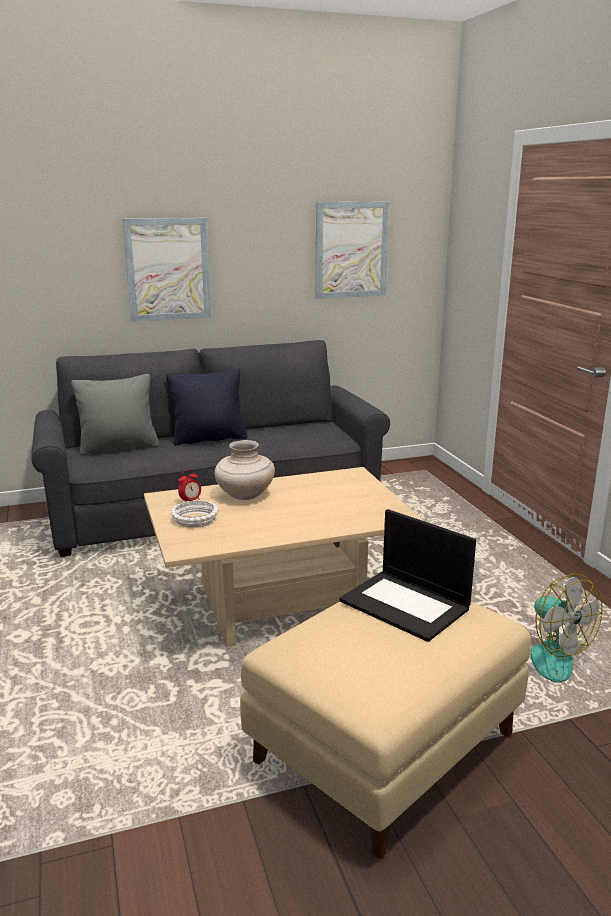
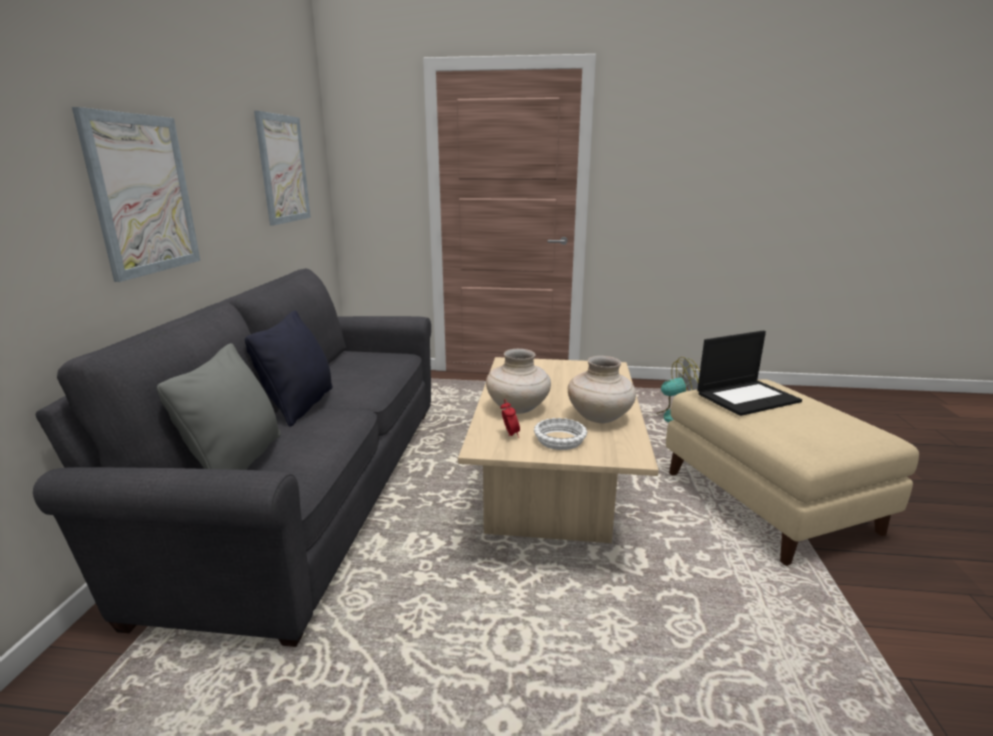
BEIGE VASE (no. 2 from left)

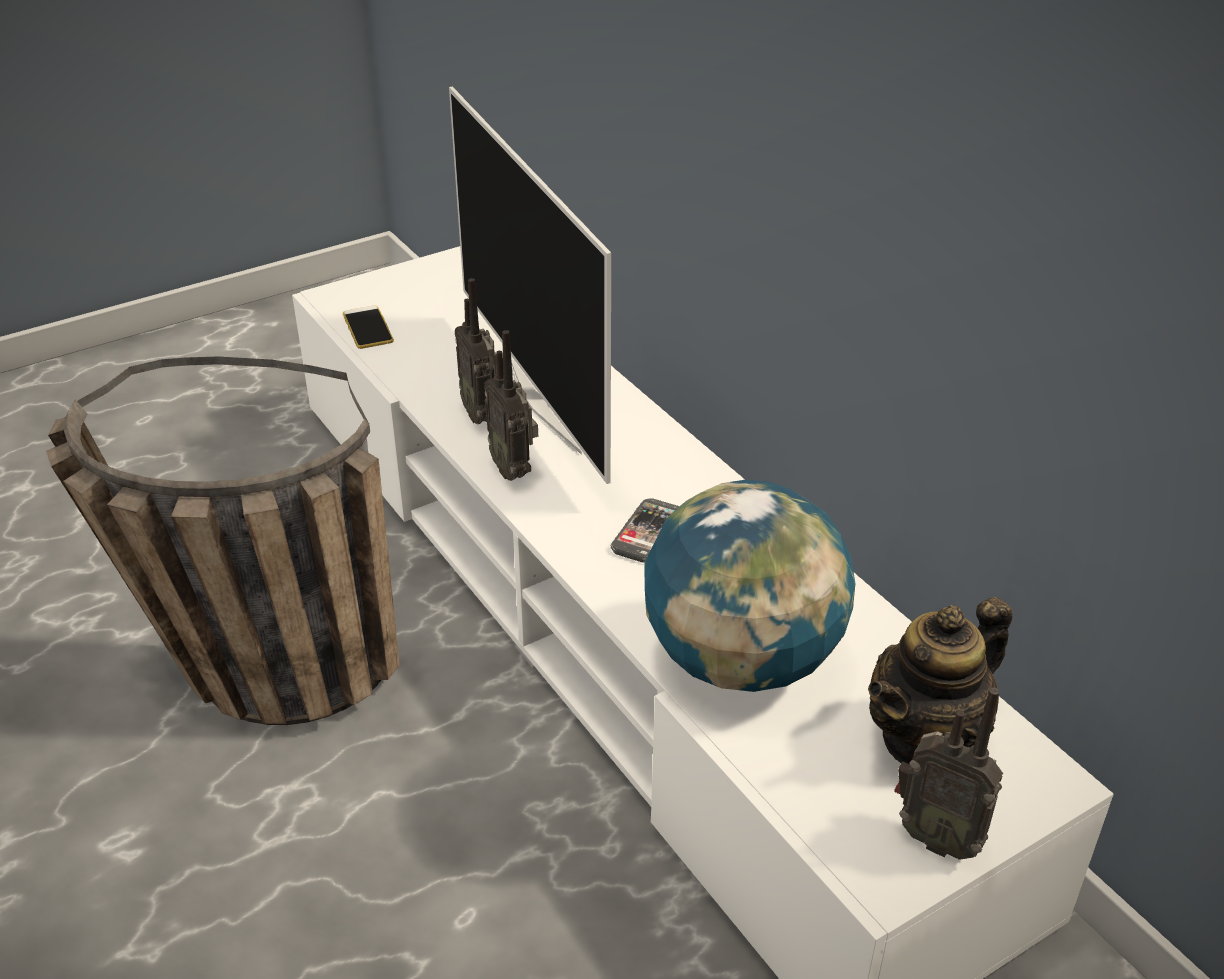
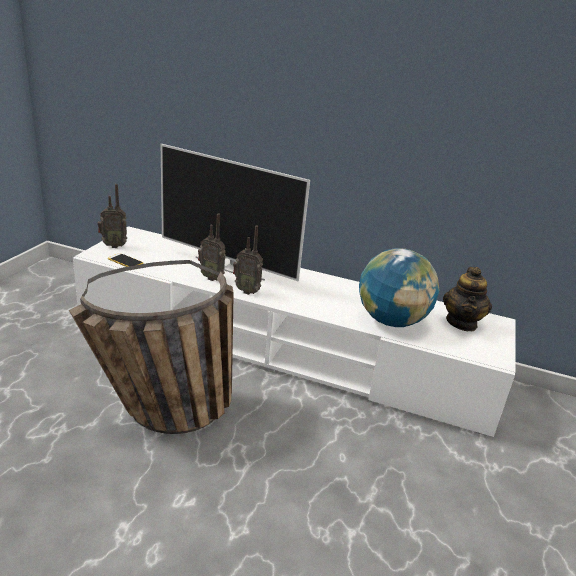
PHONE (no. 2 from left in the first image); RADIO (no. 1 from left)

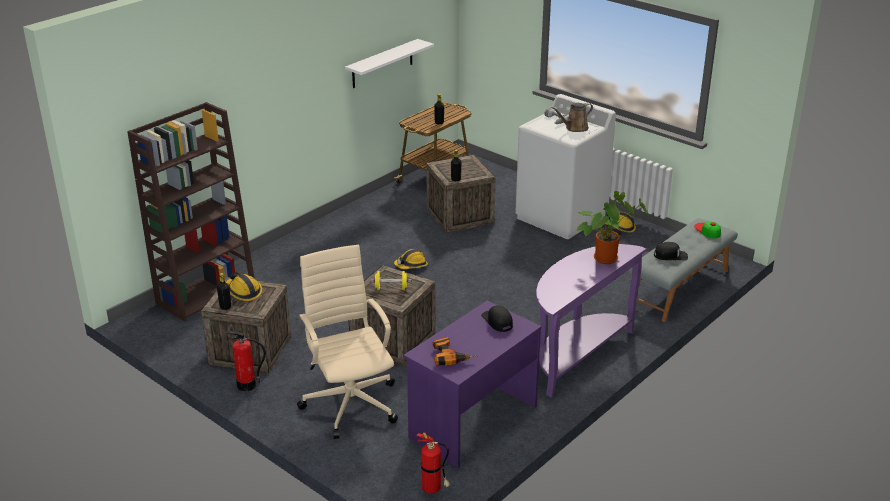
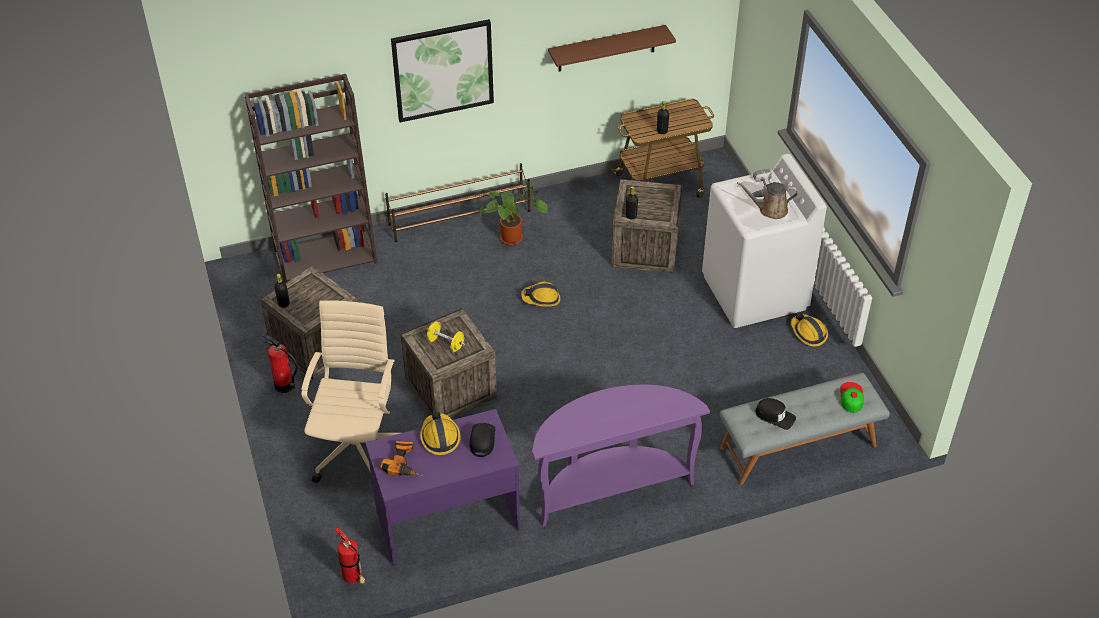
BROWN SHELF; POTTED PLANT; HARD HAT (no. 1 from left); PICTURE; BROWN SHOE RACK

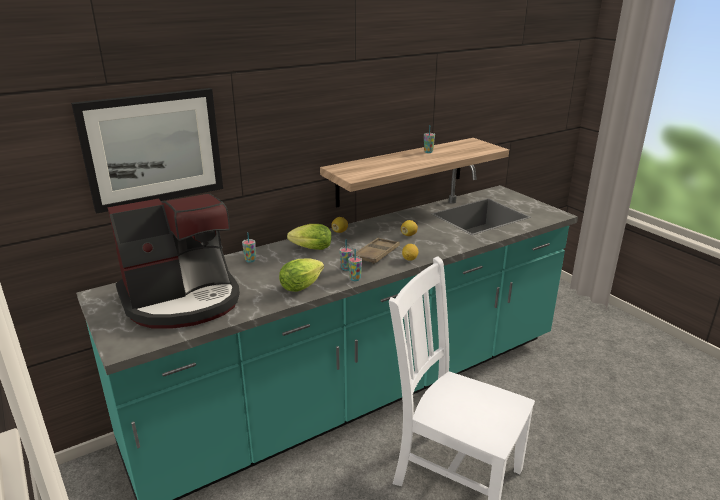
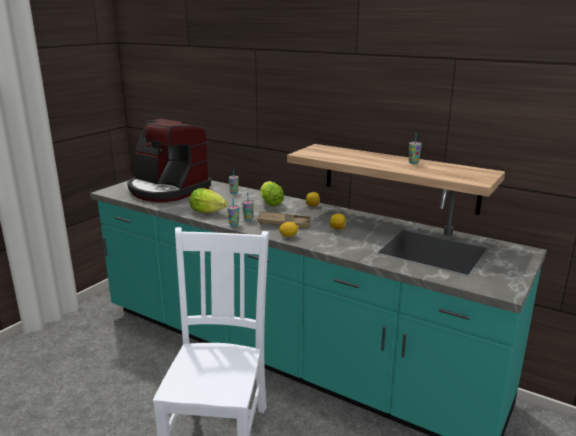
PICTURE

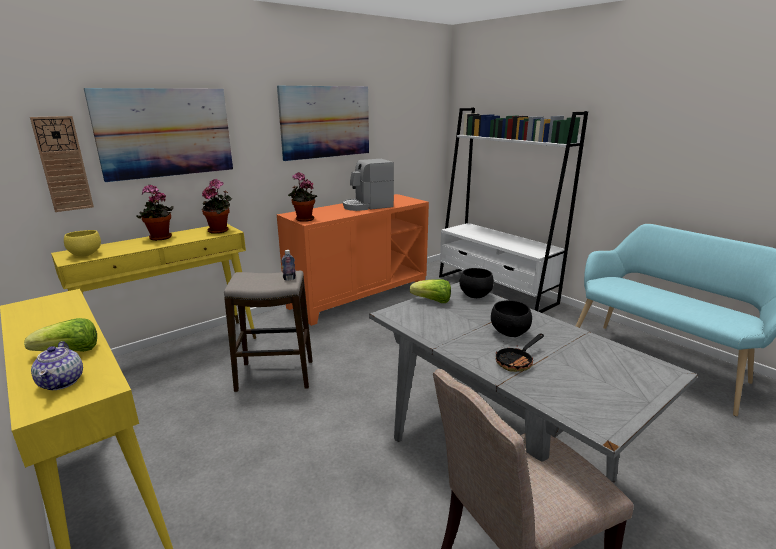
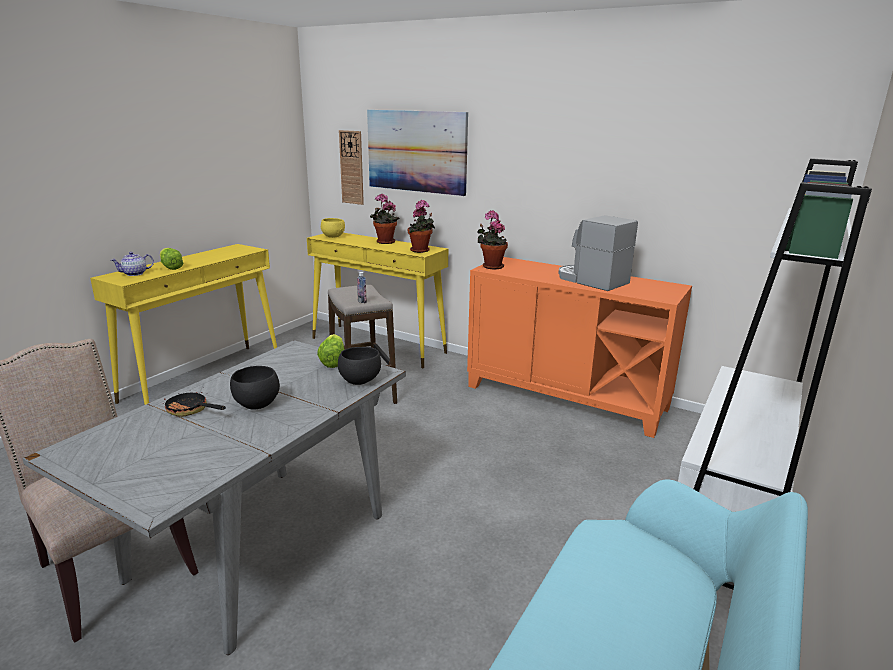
PICTURE (no. 2 from left in the first image)

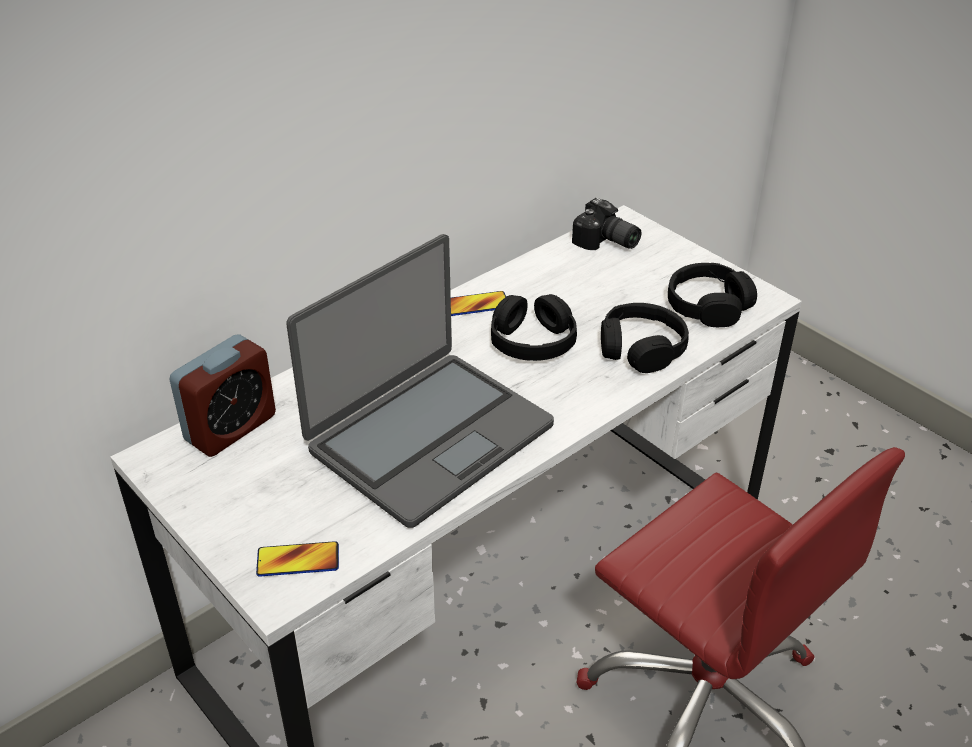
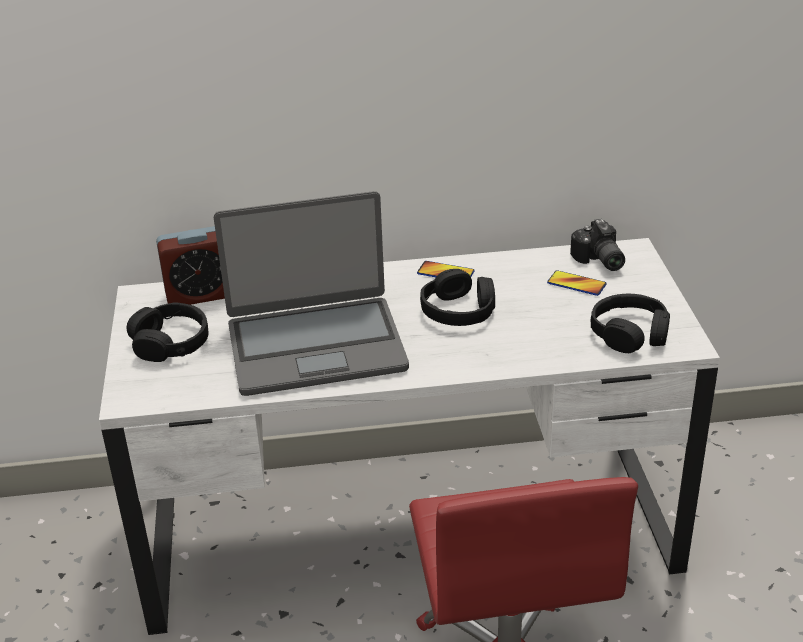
BLACK HEADPHONES (no. 1 from left); PHONE (no. 2 from left)

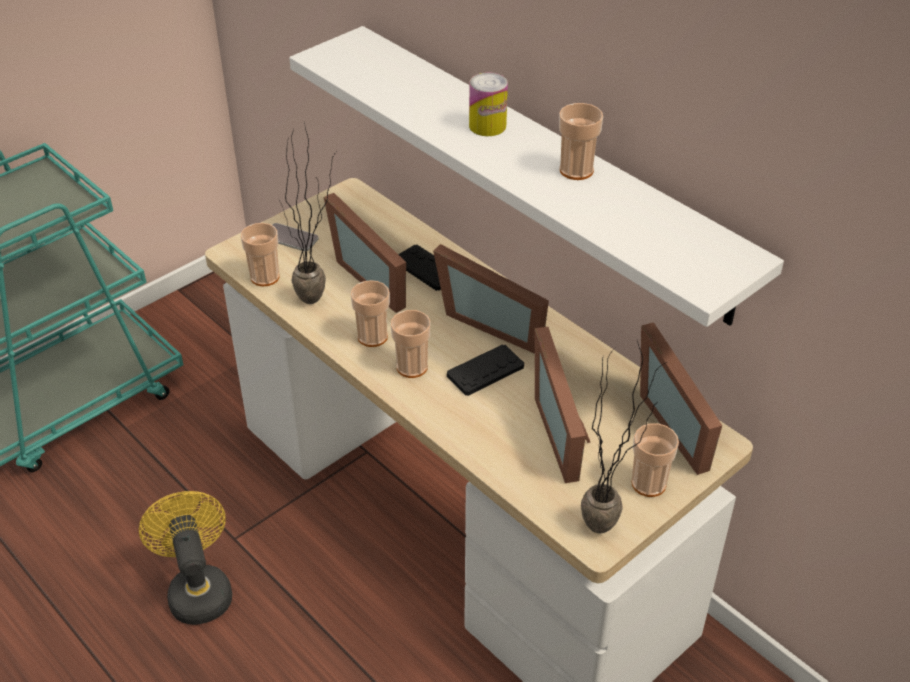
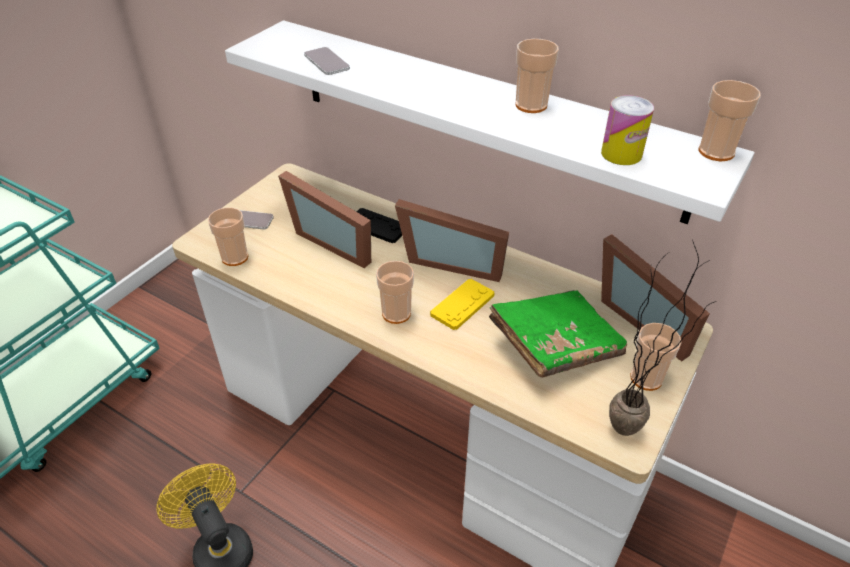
CAN; POTTED PLANT (no. 1 from left in the first image); CUP (no. 5 from left); GREEN BOOK; YELLOW GAME CONTROLLER; PHONE (no. 2 from left)

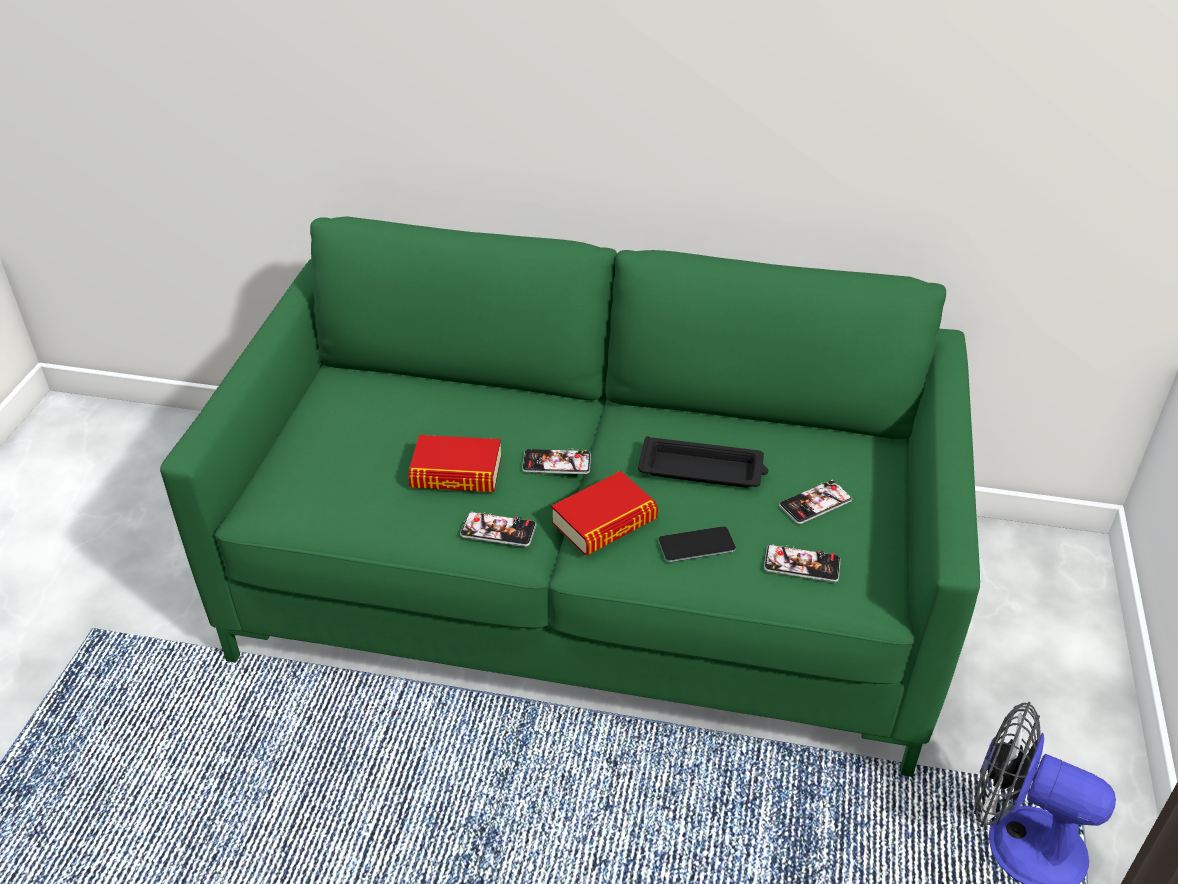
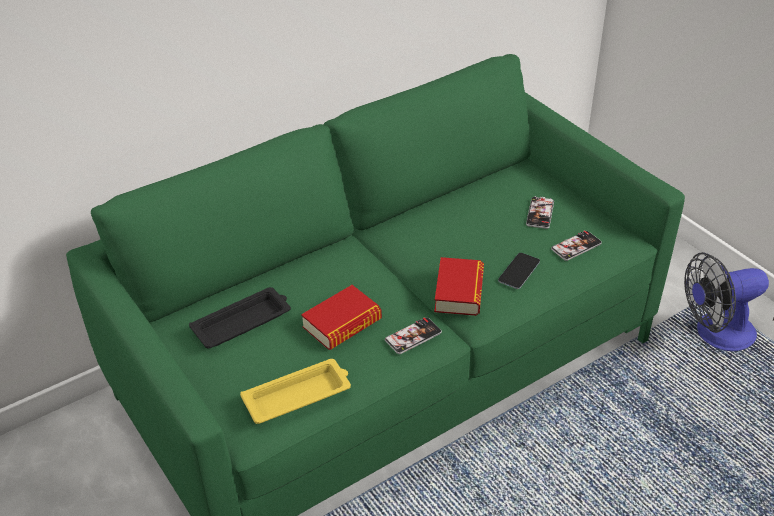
BLACK TRAY; PHONE (no. 2 from left in the first image); YELLOW TRAY

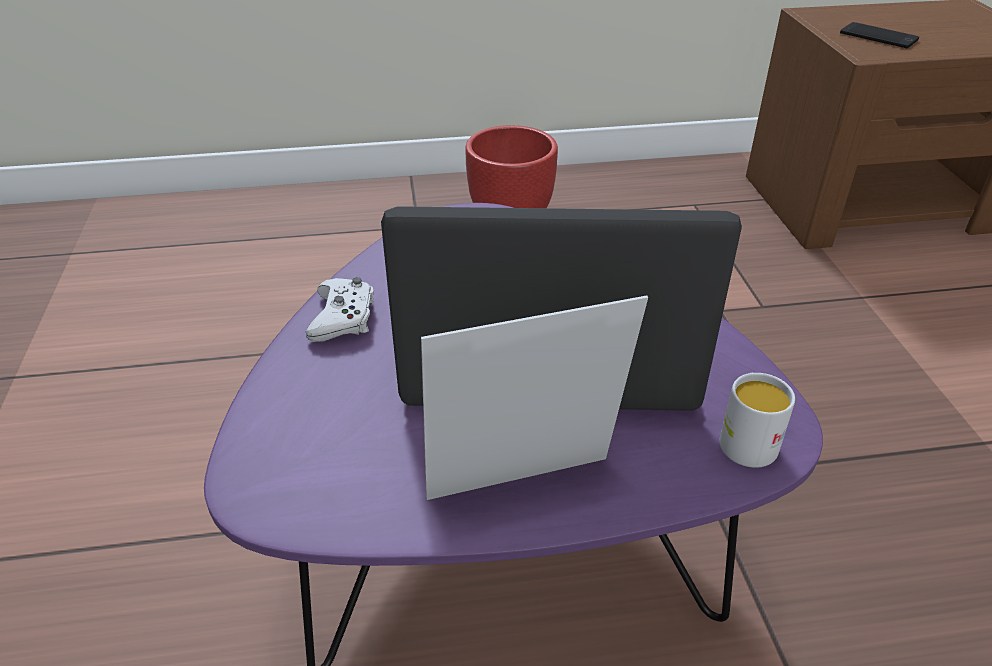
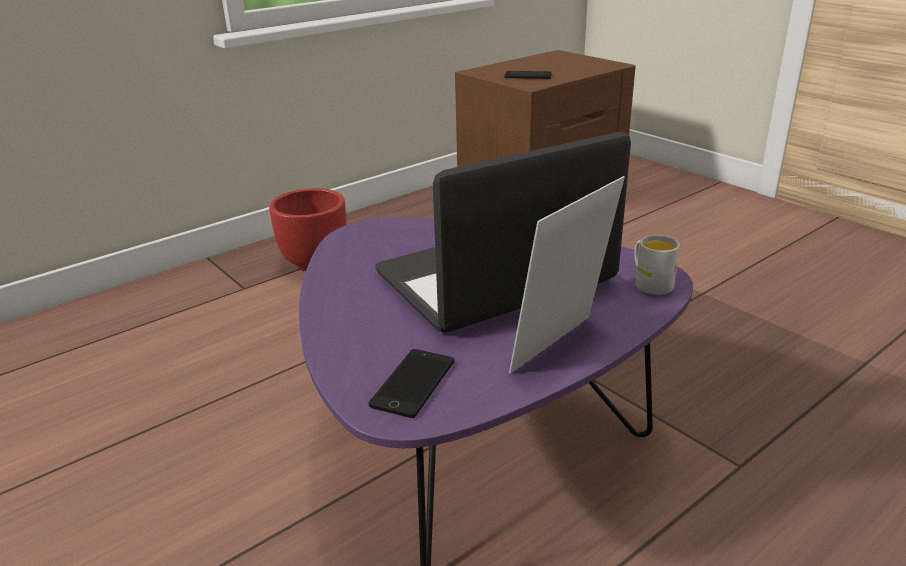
WHITE GAME CONTROLLER; PHONE (no. 1 from left)

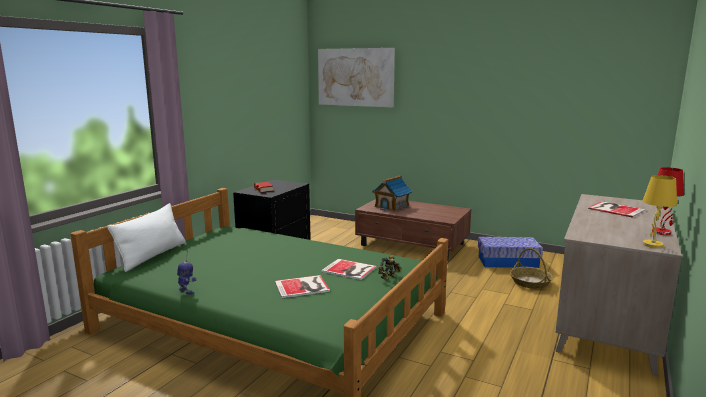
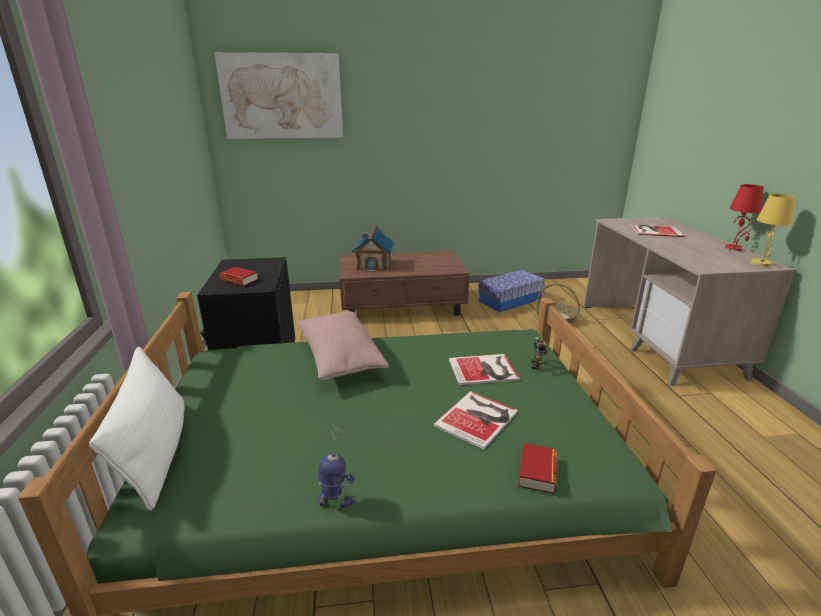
PINK PILLOW; BOOK (no. 4 from left)

